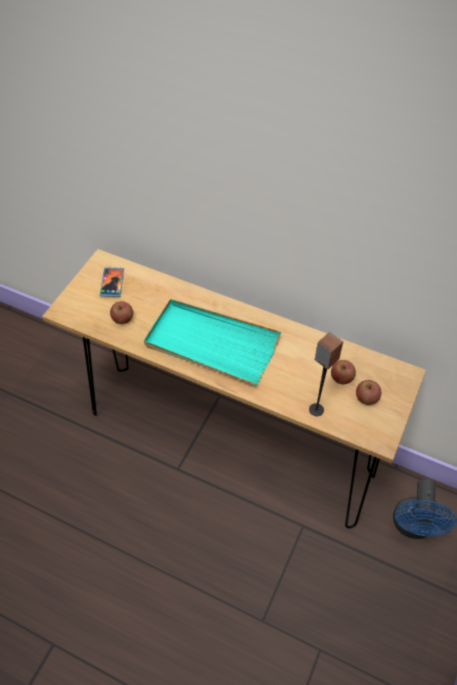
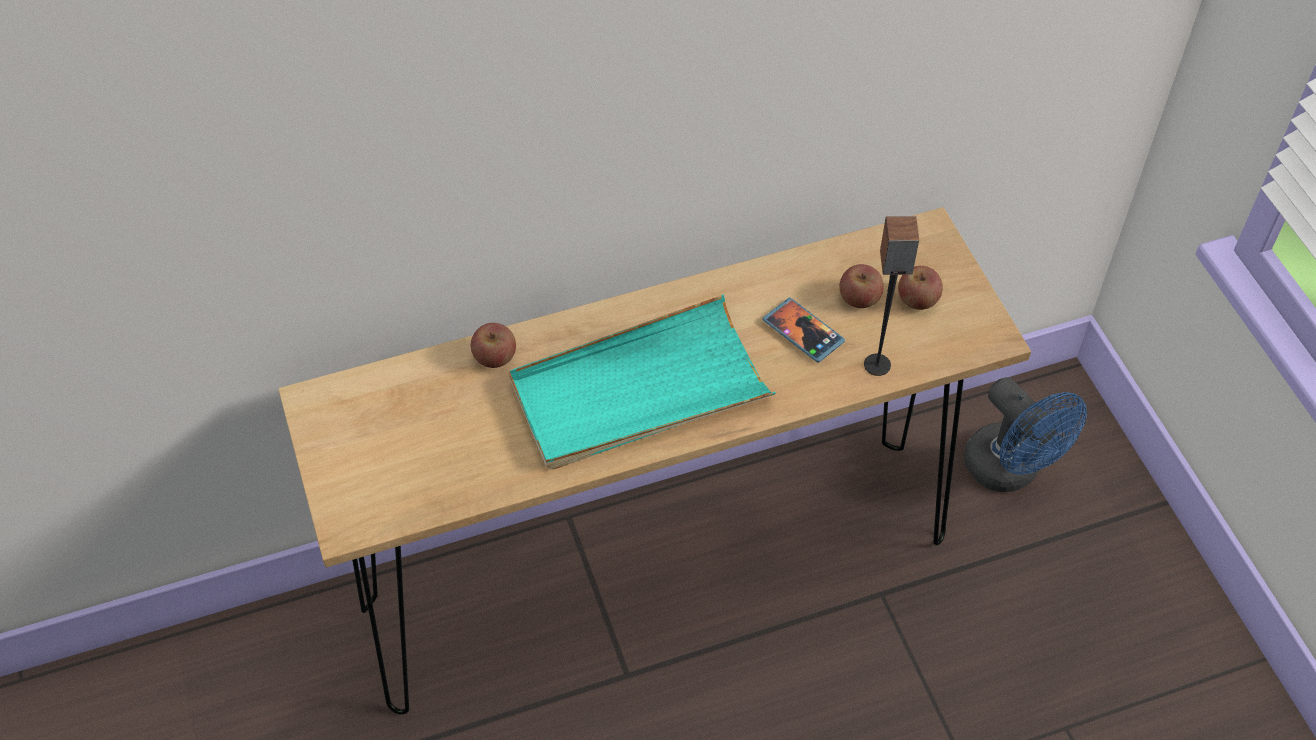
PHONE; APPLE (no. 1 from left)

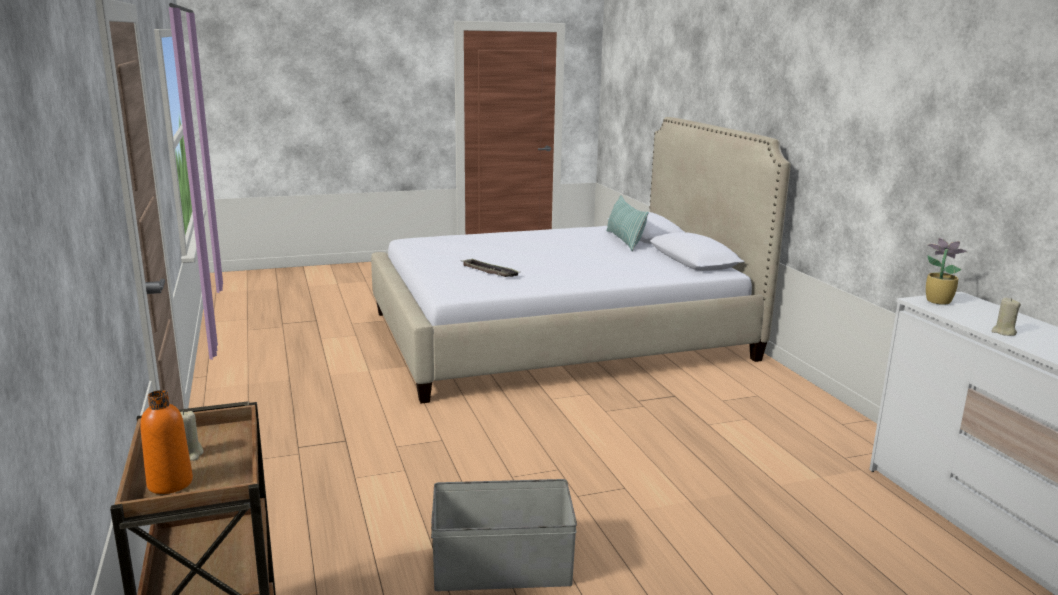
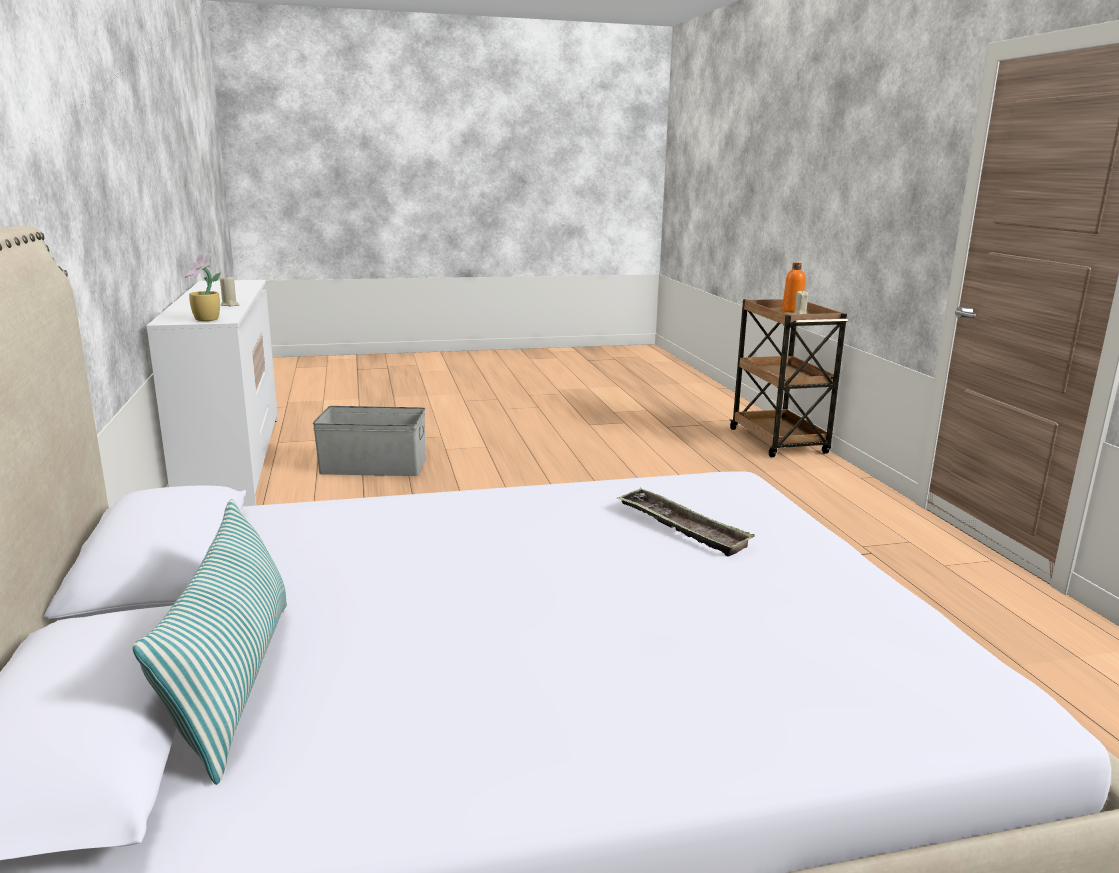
GREY STORAGE BOX

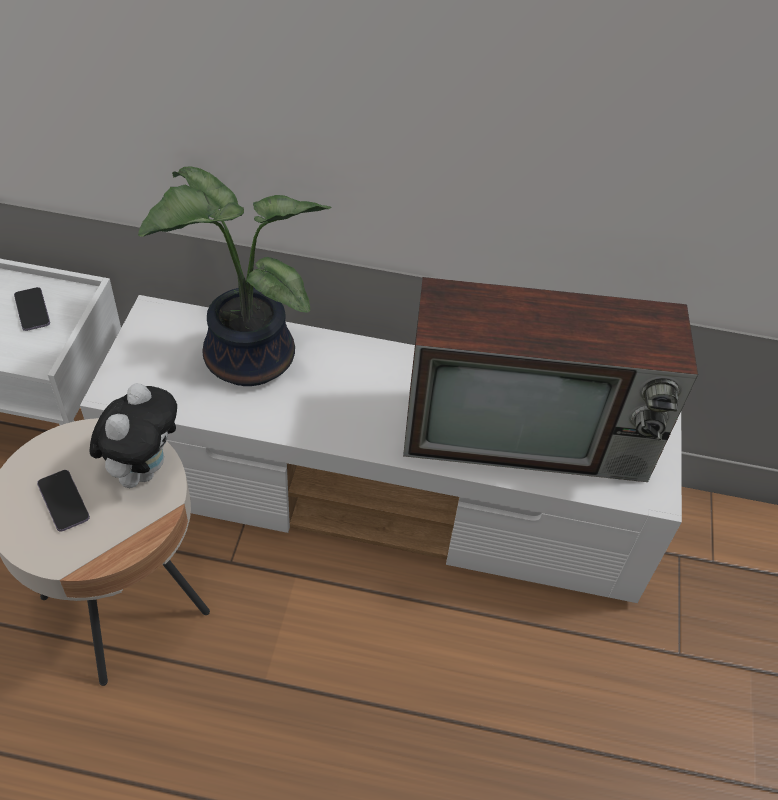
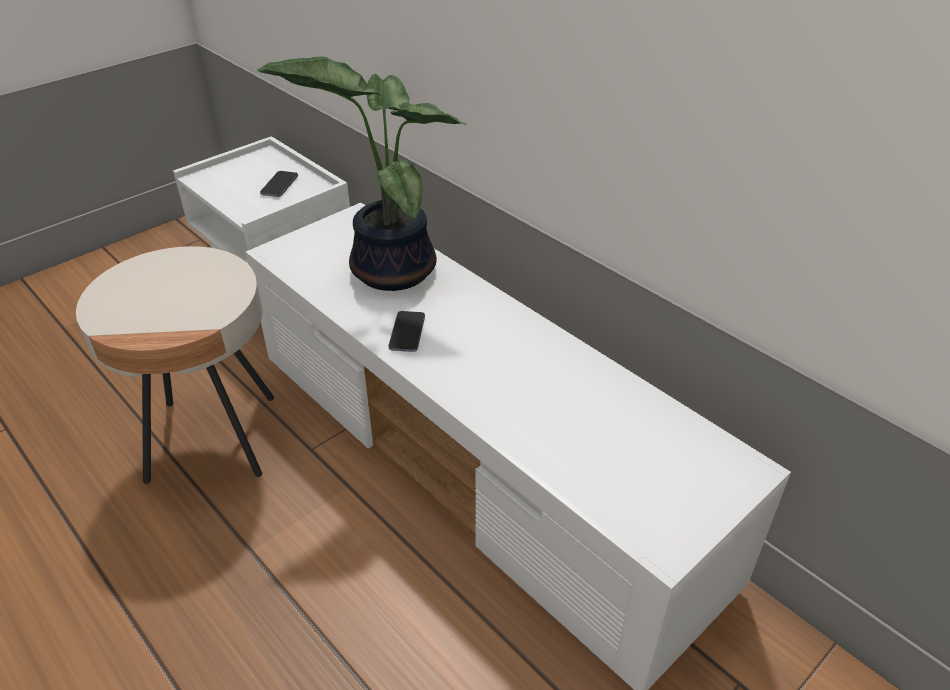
TELEVISION; PLUSH TOY; PHONE (no. 2 from left)

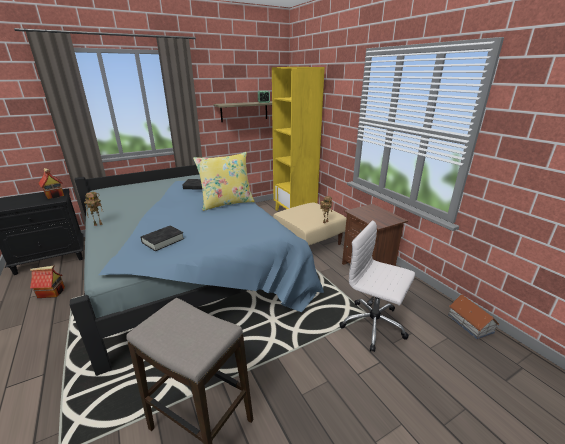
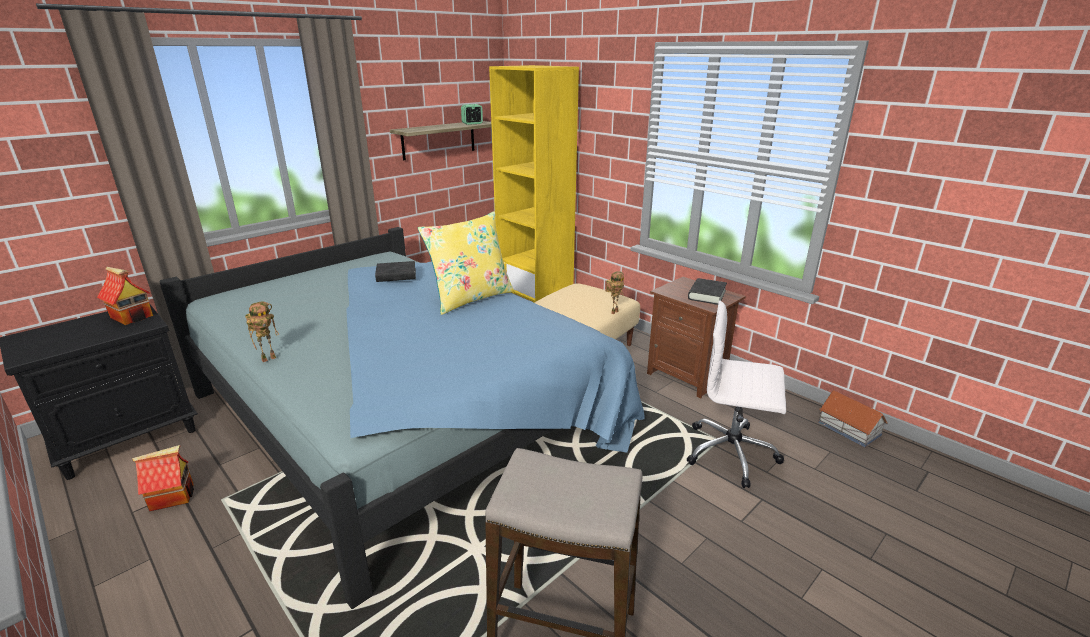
BLACK BOOK (no. 2 from left)

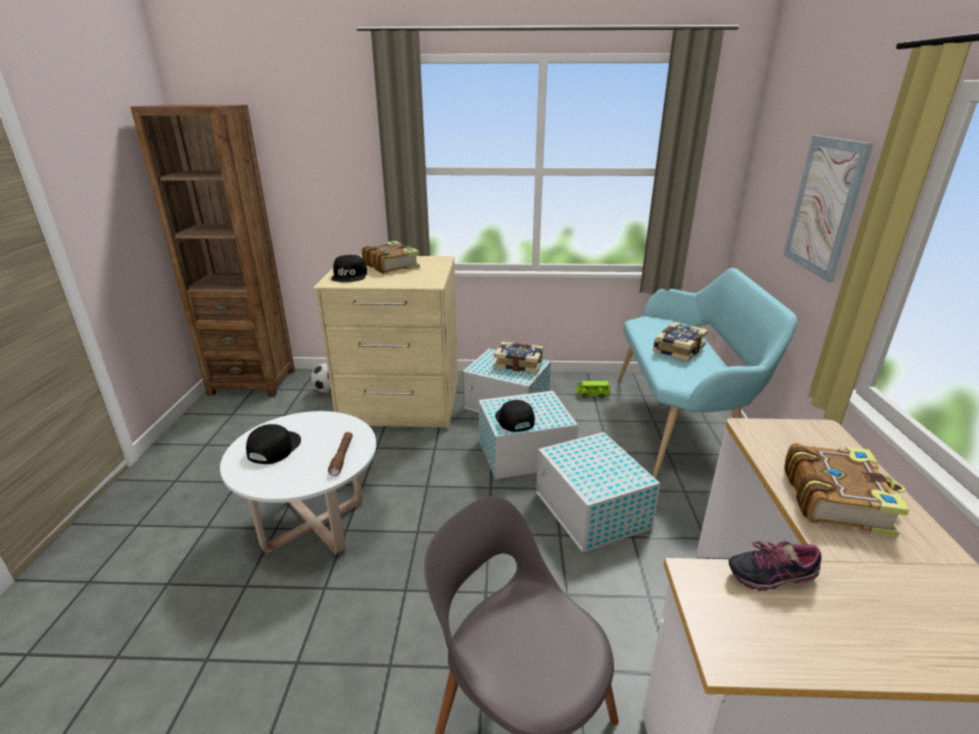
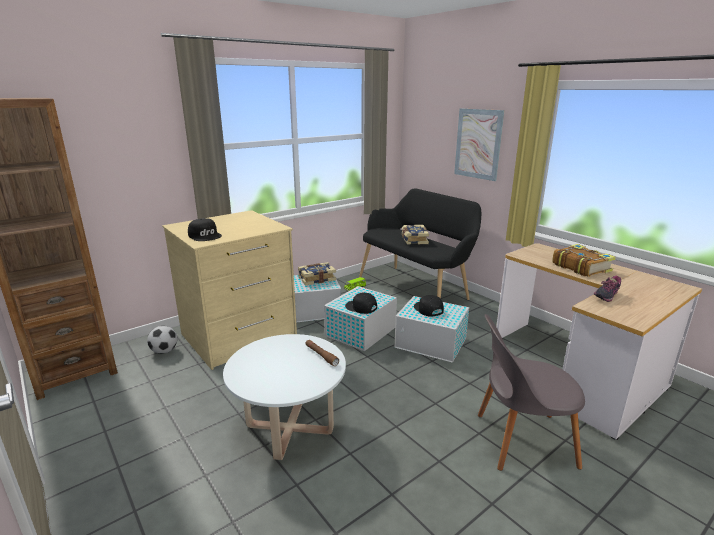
BOOK (no. 1 from left in the first image); BLACK BENCH; BLACK CAP (no. 3 from left)

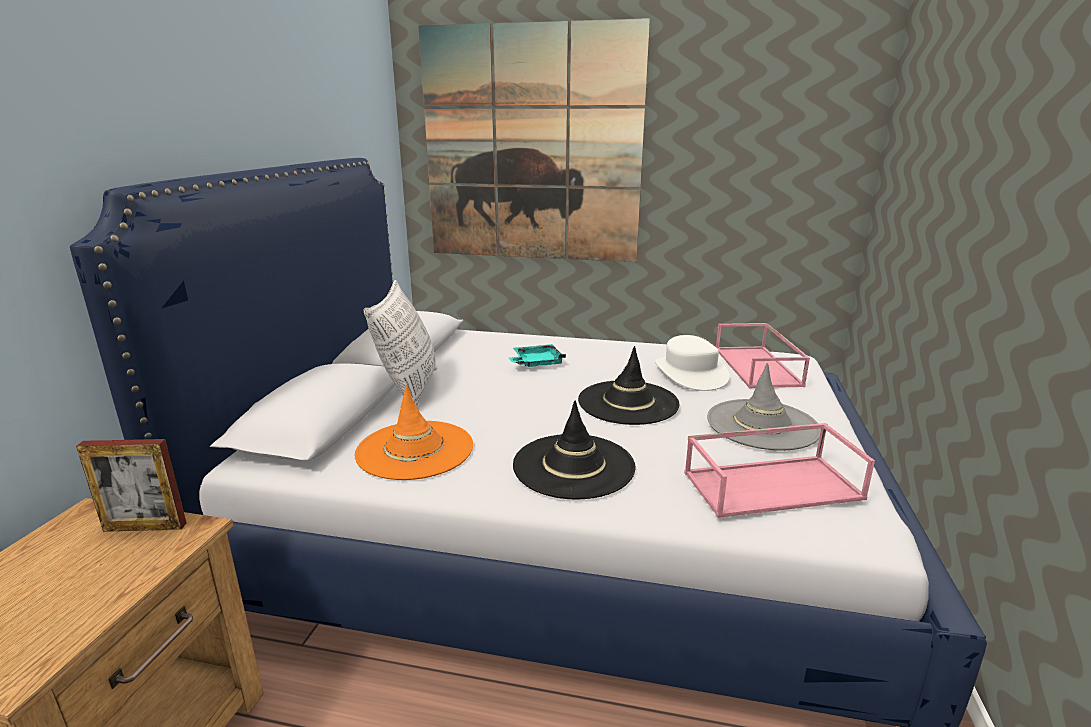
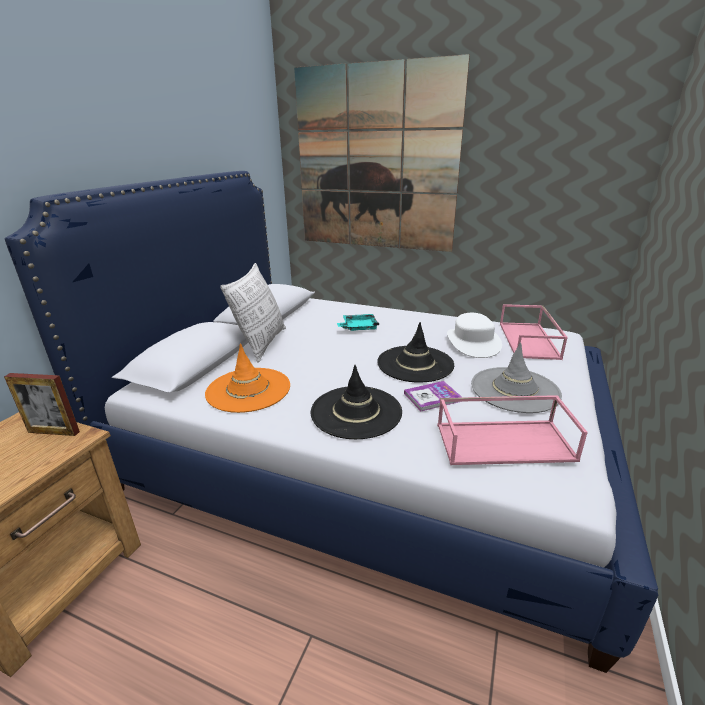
BOOK

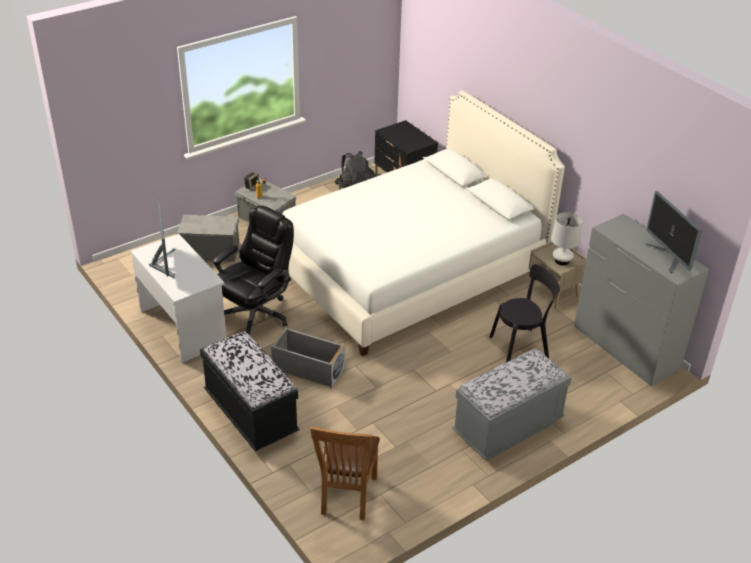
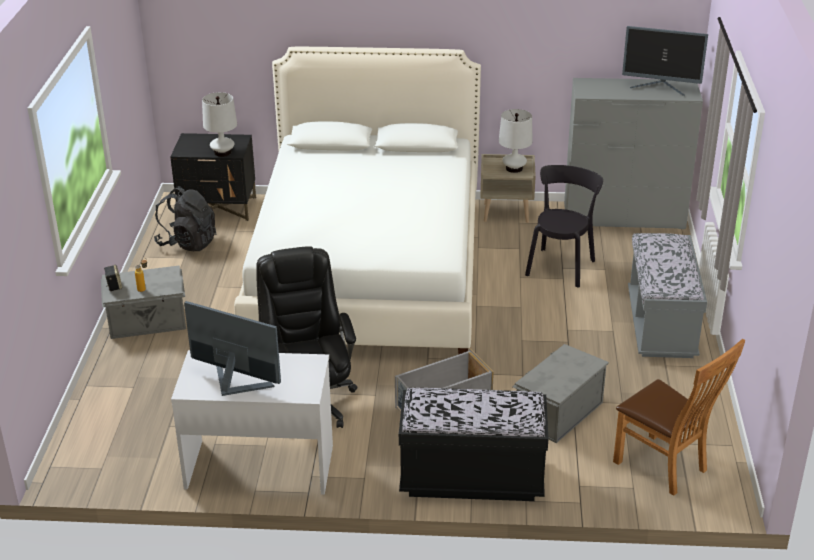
GREY STORAGE BOX (no. 3 from left); WHITE TABLE LAMP (no. 1 from left)

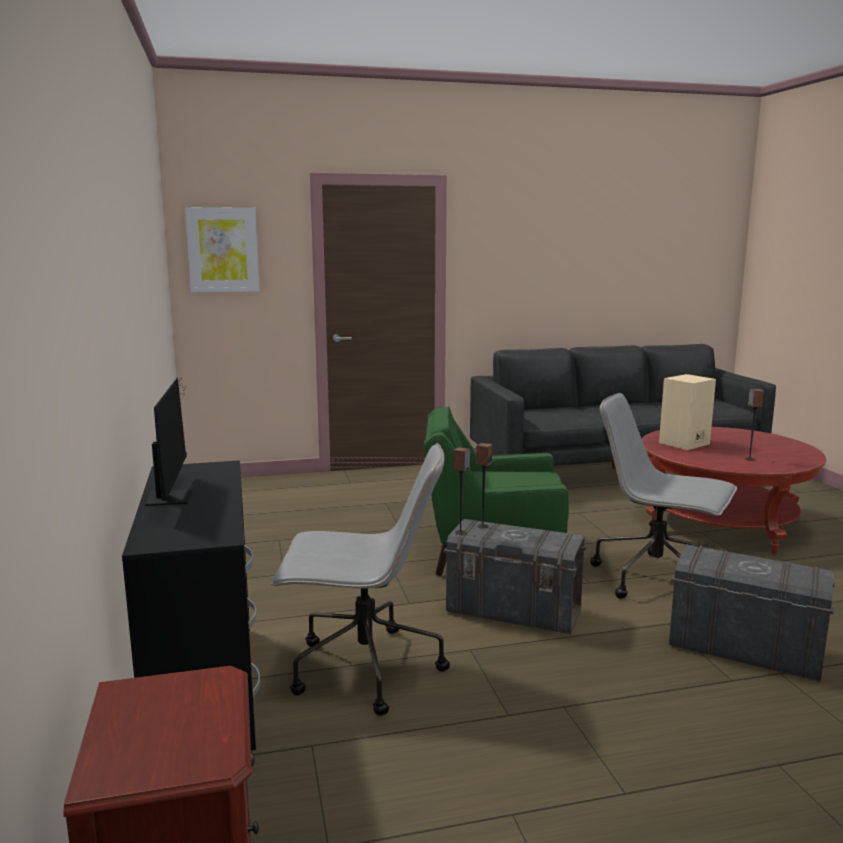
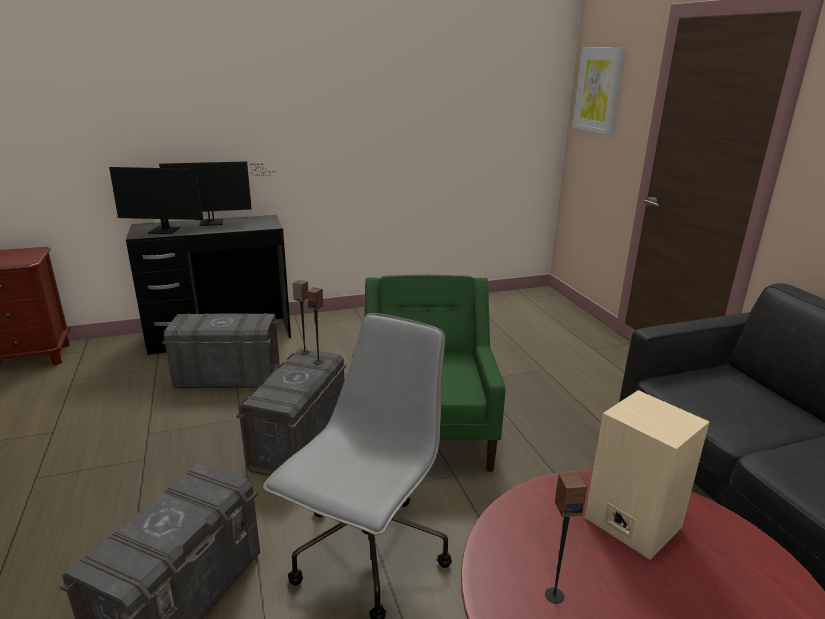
GREY STORAGE BOX (no. 2 from left); MONITOR (no. 1 from left)

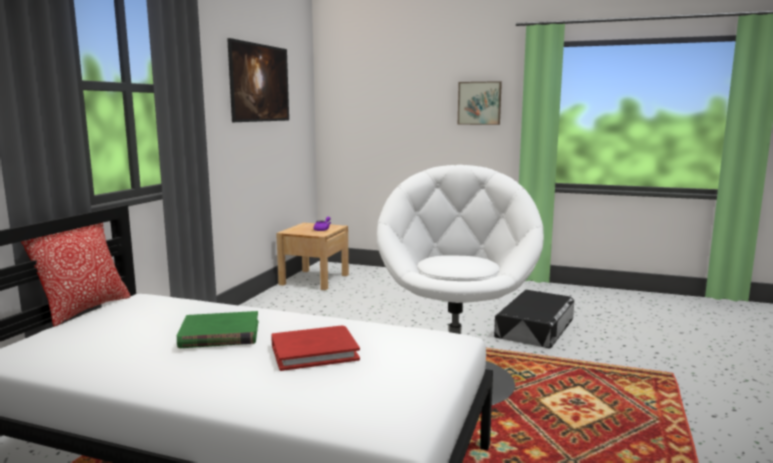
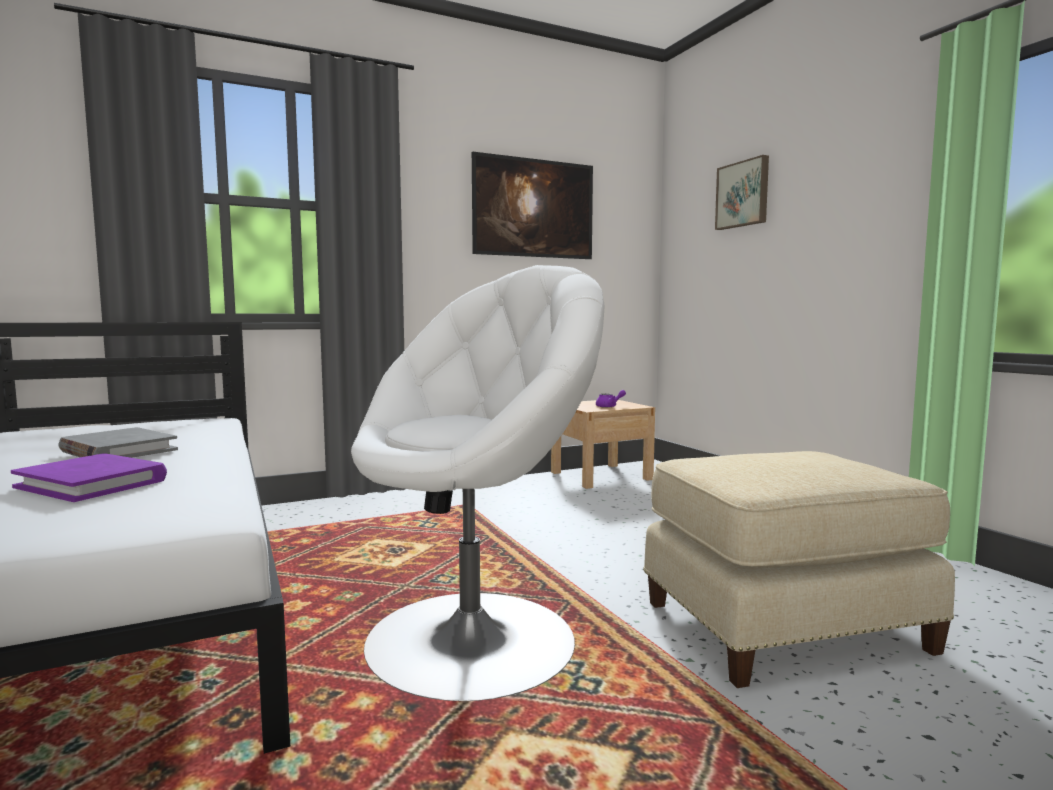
PICTURE (no. 2 from left); PILLOW; BEIGE OTTOMAN; GREY BOOK; PURPLE BOOK

